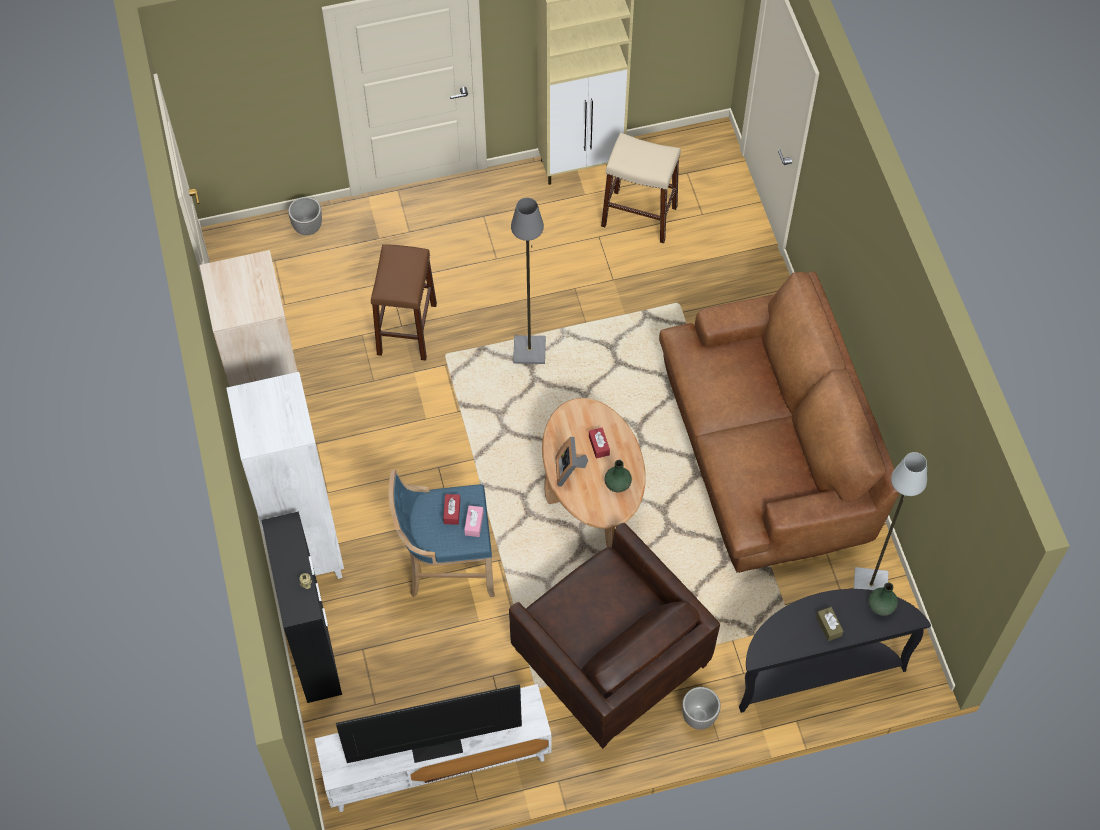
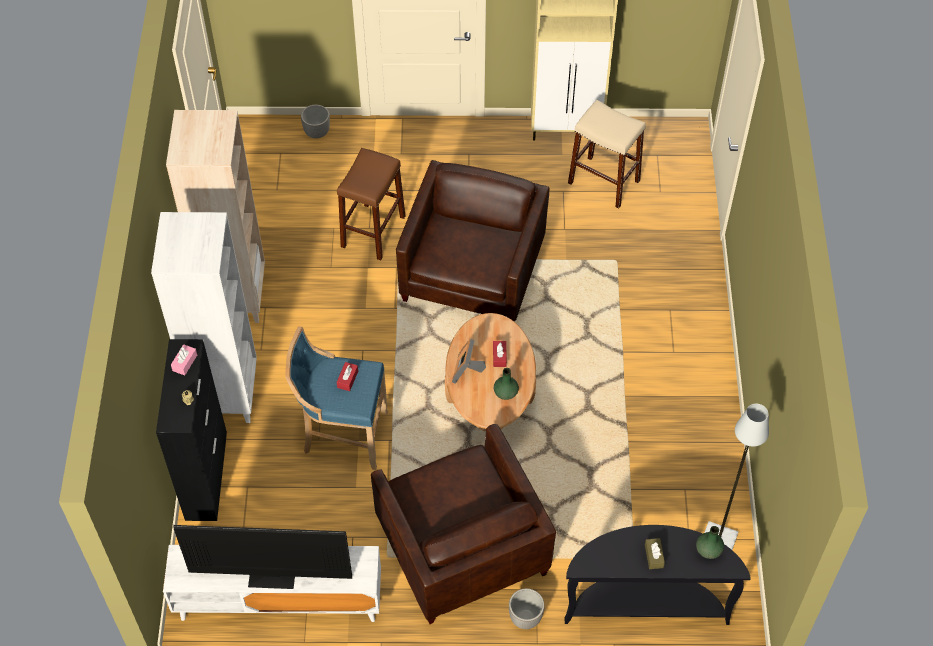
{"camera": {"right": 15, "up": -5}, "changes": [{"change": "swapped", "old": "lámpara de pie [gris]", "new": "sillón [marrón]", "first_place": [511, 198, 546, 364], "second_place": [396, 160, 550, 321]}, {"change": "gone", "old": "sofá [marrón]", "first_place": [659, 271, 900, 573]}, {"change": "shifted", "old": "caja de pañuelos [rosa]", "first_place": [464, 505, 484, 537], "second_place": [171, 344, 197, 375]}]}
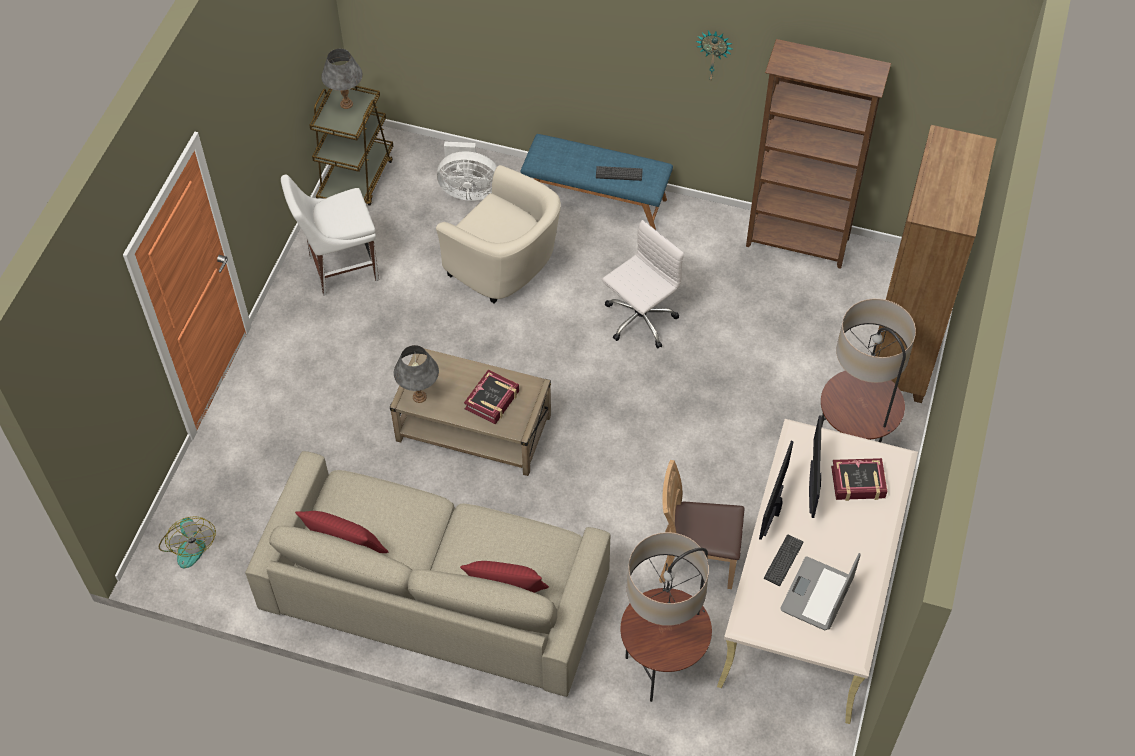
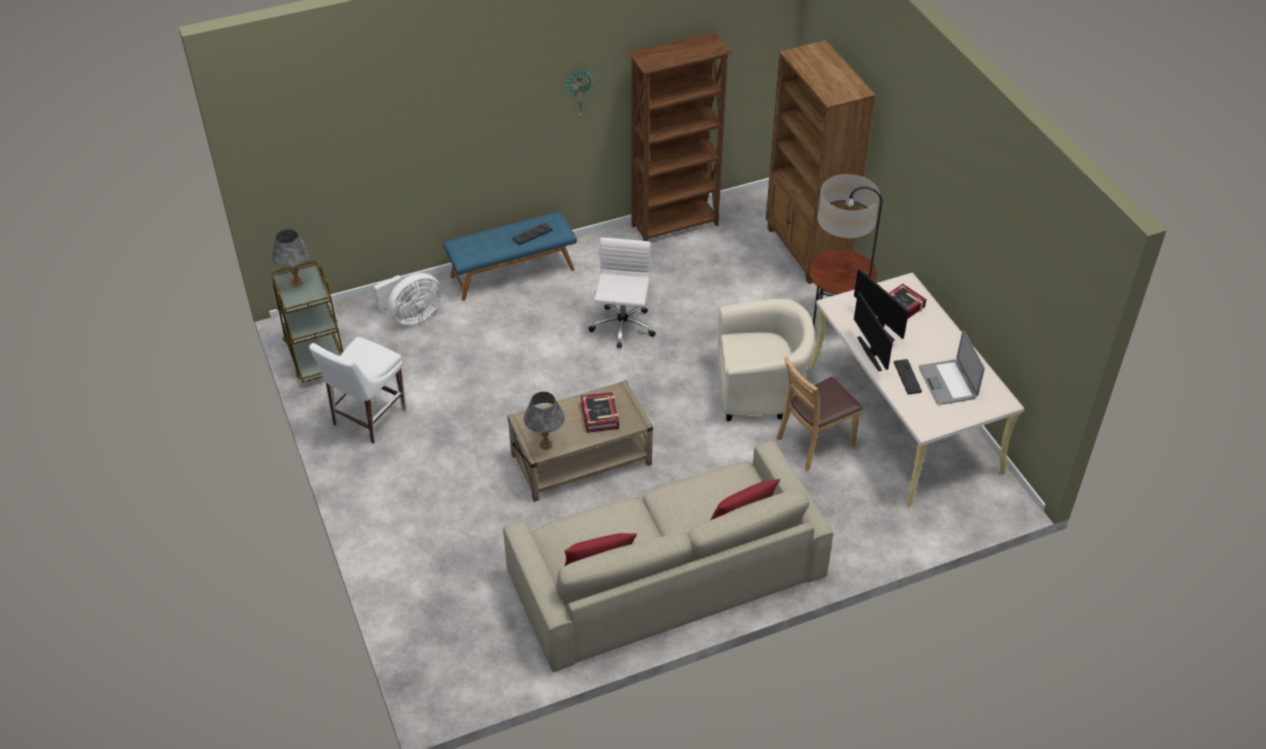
{"camera": {"right": -40, "up": -10}, "changes": [{"change": "shifted", "old": "sillón [beis]", "first_place": [436, 165, 561, 304], "second_place": [717, 299, 815, 421]}, {"change": "gone", "old": "ventilador", "first_place": [159, 516, 216, 569]}, {"change": "gone", "old": "lámpara de pie", "first_place": [620, 532, 712, 702]}]}
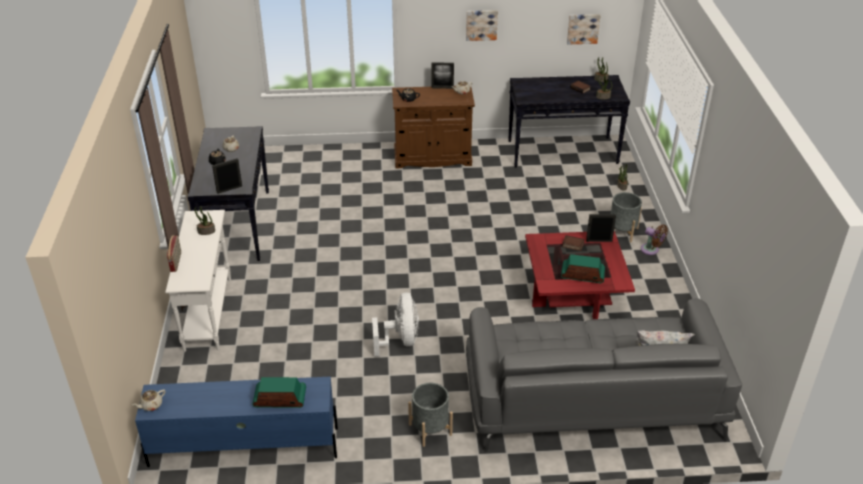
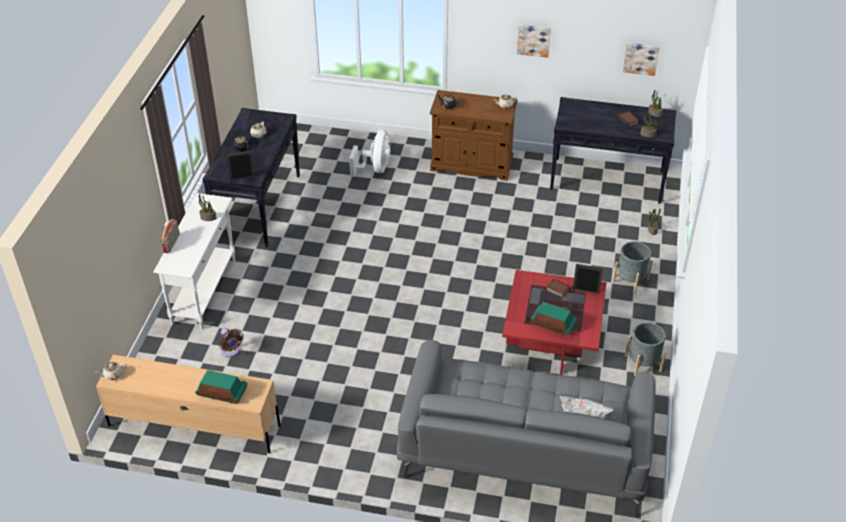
{"camera": {"right": 15, "up": 5}, "changes": [{"change": "gone", "old": "portarretratos", "first_place": [432, 62, 454, 89]}, {"change": "shifted", "old": "ventilador [marrón]", "first_place": [641, 225, 668, 255], "second_place": [219, 328, 244, 358]}, {"change": "shifted", "old": "ventilador [blanco]", "first_place": [372, 293, 419, 357], "second_place": [349, 130, 390, 177]}, {"change": "repainted", "old": "mueble de televisión [azul]", "new": "mueble de televisión [beis]", "first_place": [135, 377, 338, 467], "second_place": [96, 355, 280, 453]}, {"change": "shifted", "old": "maceta [gris]", "first_place": [408, 383, 453, 447], "second_place": [625, 322, 666, 376]}]}
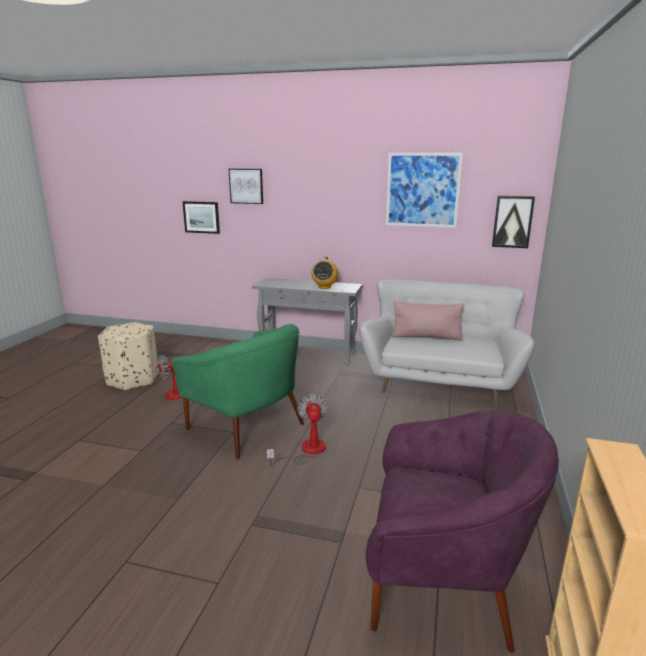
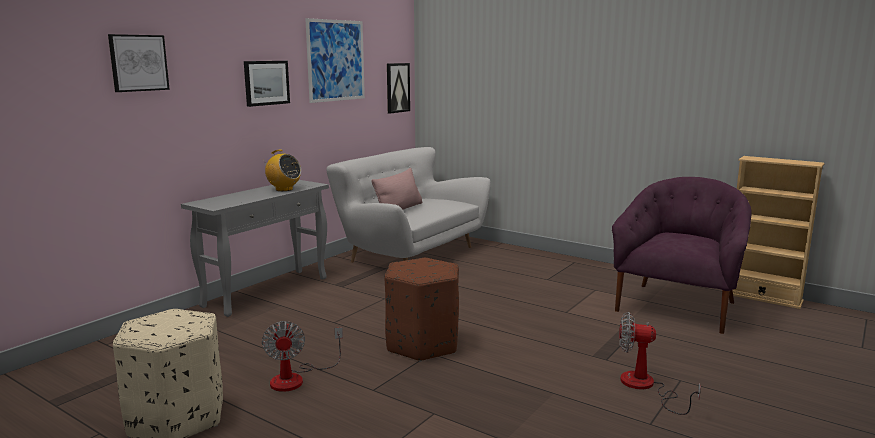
{"camera": {"right": -70, "up": -5}, "changes": [{"change": "shifted", "old": "cuadro", "first_place": [183, 201, 220, 234], "second_place": [244, 61, 290, 107]}, {"change": "swapped", "old": "sillón [verde]", "new": "puf [marrón]", "first_place": [171, 324, 304, 459], "second_place": [385, 258, 459, 362]}, {"change": "shifted", "old": "ventilador", "first_place": [267, 394, 328, 467], "second_place": [619, 312, 701, 415]}]}
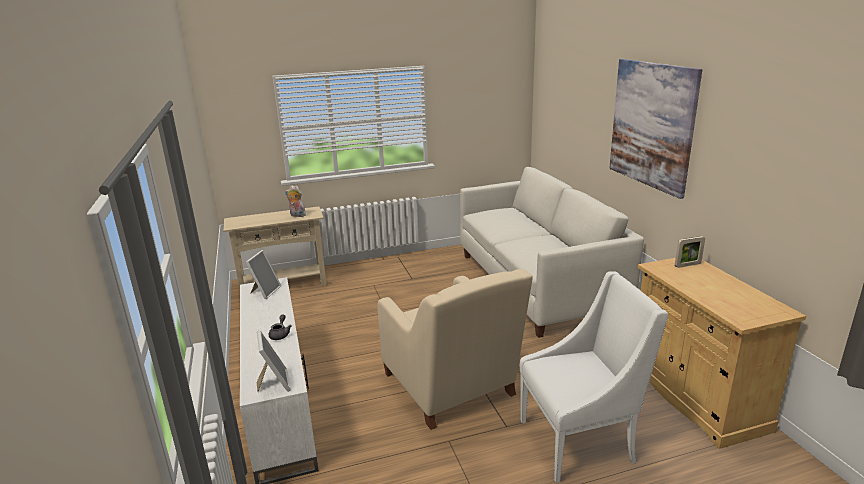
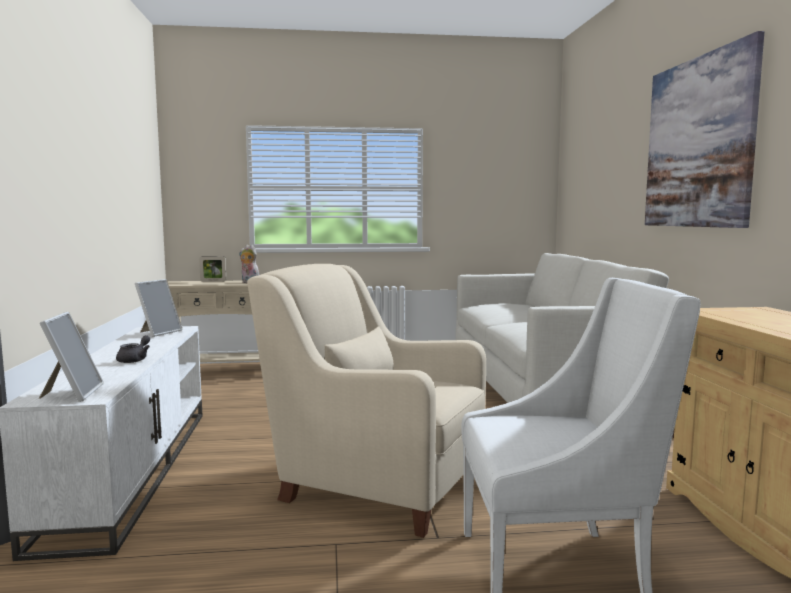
{"camera": {"right": 10, "up": -15}, "changes": [{"change": "shifted", "old": "portarretratos", "first_place": [675, 236, 705, 268], "second_place": [199, 256, 226, 282]}, {"change": "rotated", "old": "sillón [beis]", "first_place": [377, 269, 533, 430], "second_place": [247, 264, 486, 538], "degrees": 135}]}
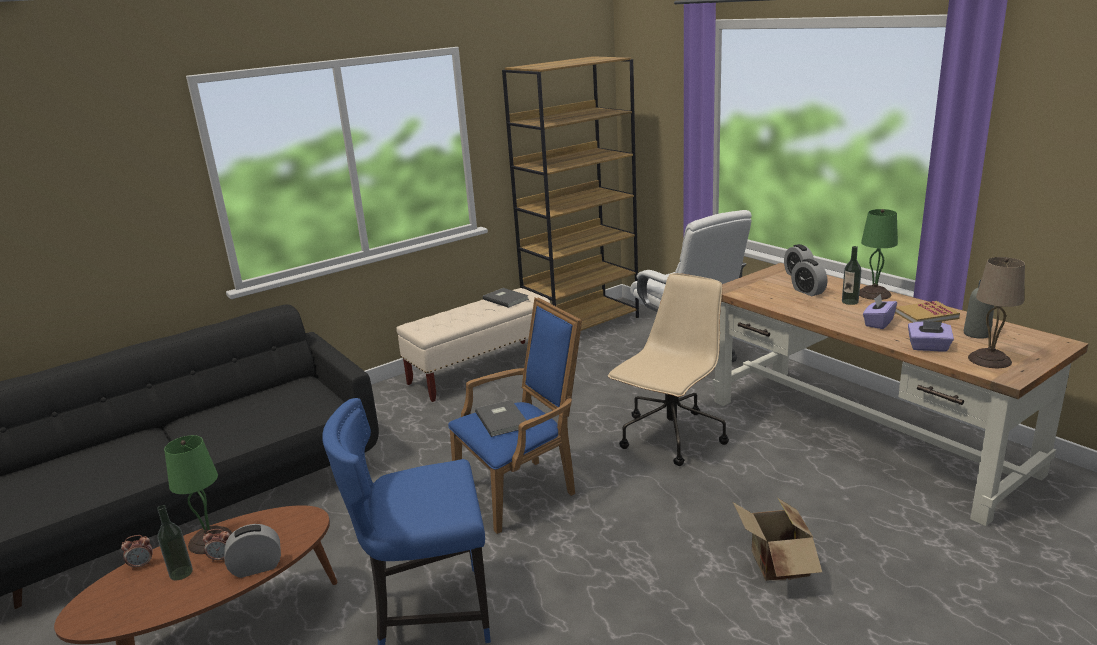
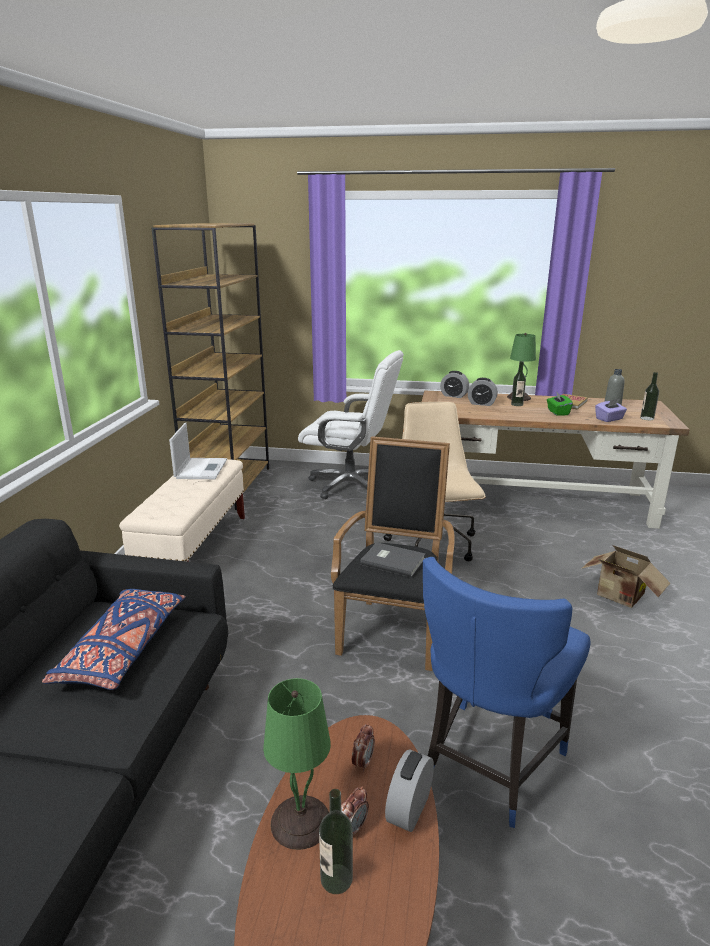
{"camera": {"right": -45, "up": 0}, "changes": [{"change": "swapped", "old": "lámpara de mesa [beis]", "new": "botella", "first_place": [968, 257, 1025, 368], "second_place": [640, 372, 659, 420]}, {"change": "swapped", "old": "libro [gris]", "new": "portátil", "first_place": [483, 288, 529, 308], "second_place": [169, 423, 227, 479]}, {"change": "repainted", "old": "caja de pañuelos [morado]", "new": "caja de pañuelos [verde]", "first_place": [863, 294, 897, 329], "second_place": [547, 392, 573, 416]}, {"change": "repainted", "old": "sillón [azul]", "new": "sillón [negro]", "first_place": [448, 297, 582, 534], "second_place": [331, 436, 455, 671]}, {"change": "shifted", "old": "despertador", "first_place": [121, 535, 153, 570], "second_place": [352, 723, 375, 772]}, {"change": "new", "new": "cojín [azul]", "second_place": [42, 589, 186, 690]}]}
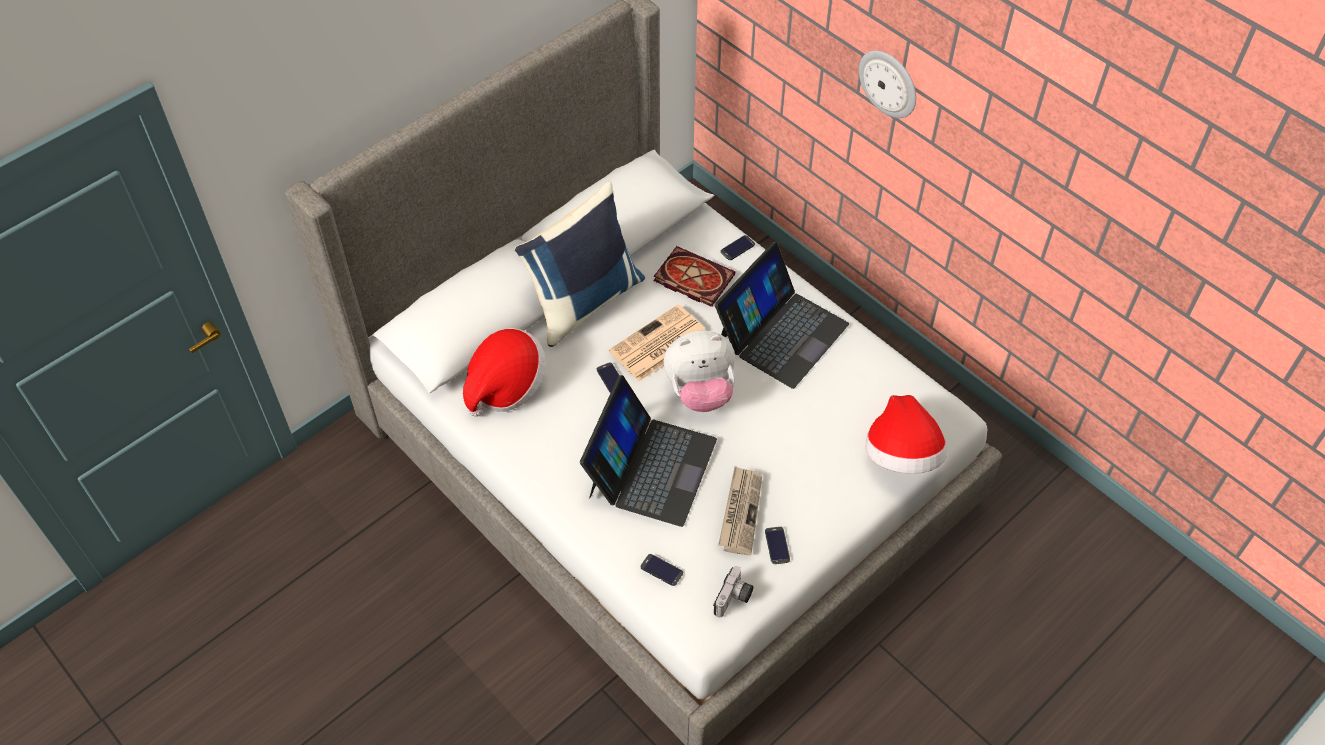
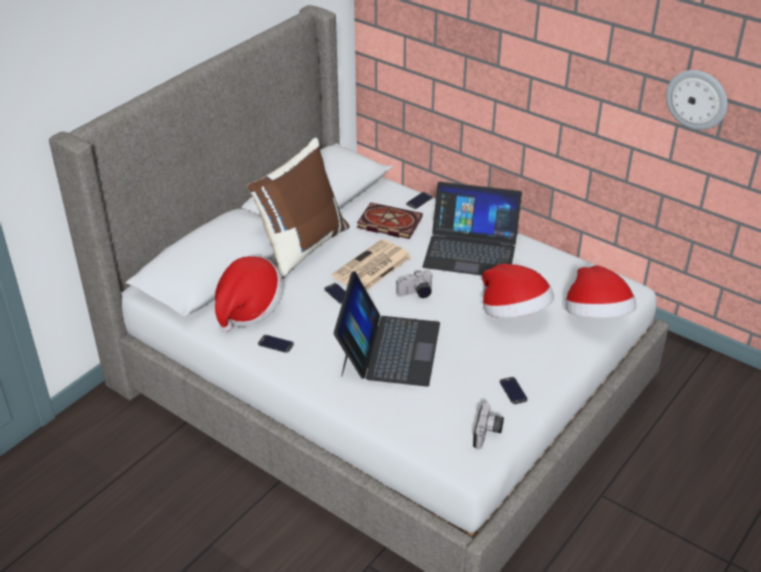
{"camera": {"right": -10, "up": -15}, "changes": [{"change": "shifted", "old": "reloj de pared", "first_place": [859, 51, 916, 118], "second_place": [666, 70, 728, 130]}, {"change": "repainted", "old": "cojín [azul]", "new": "cojín [marrón]", "first_place": [515, 181, 645, 347], "second_place": [247, 138, 350, 279]}, {"change": "rotated", "old": "portátil", "first_place": [715, 242, 849, 389], "second_place": [422, 182, 522, 276], "degrees": 75}, {"change": "swapped", "old": "peluche", "new": "cámara", "first_place": [664, 330, 735, 412], "second_place": [396, 271, 433, 298]}, {"change": "gone", "old": "periódico", "first_place": [718, 466, 762, 555]}, {"change": "shifted", "old": "móvil", "first_place": [641, 554, 683, 586], "second_place": [258, 335, 294, 353]}, {"change": "new", "new": "sombrero", "second_place": [482, 264, 554, 318]}]}
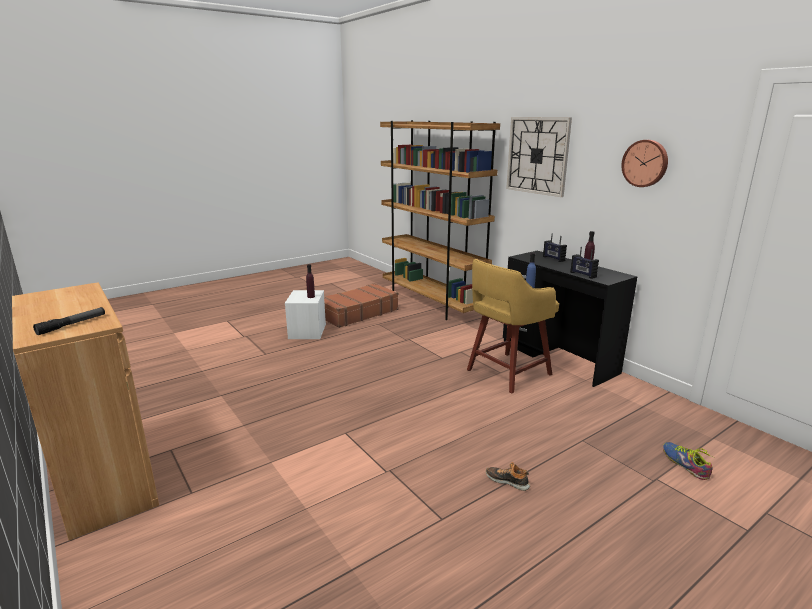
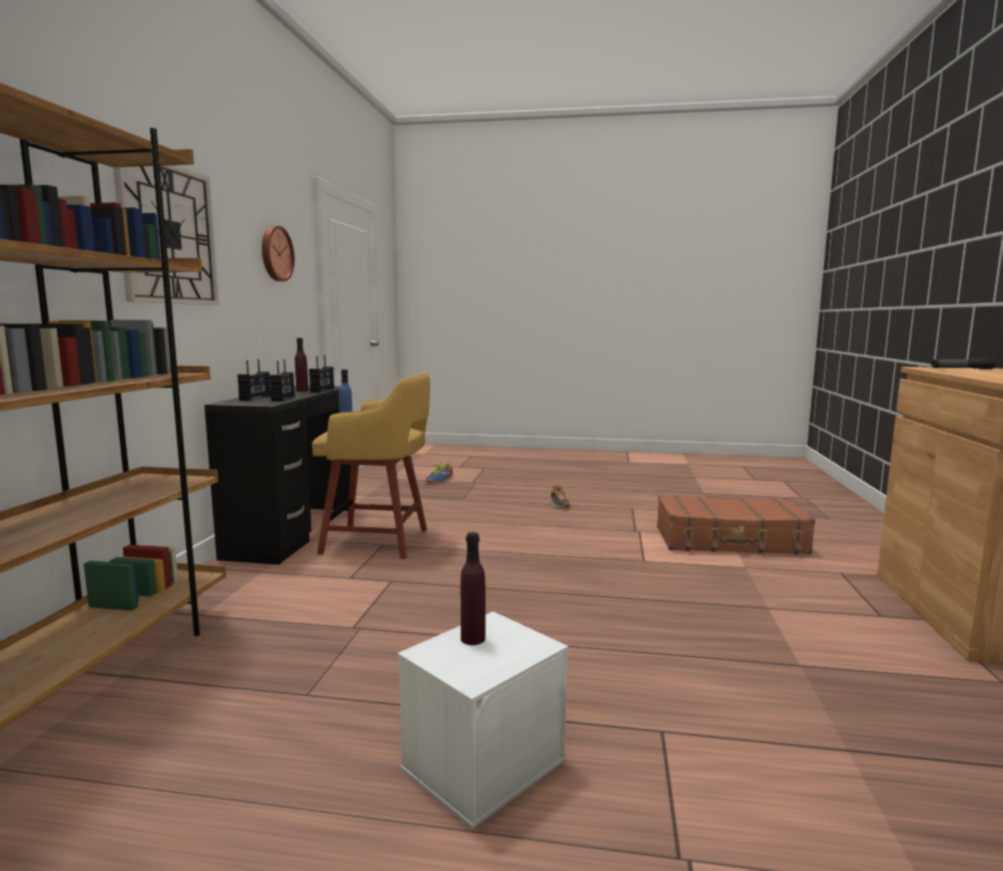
{"camera": {"right": -135, "up": -10}, "changes": [{"change": "shifted", "old": "maleta [marrón]", "first_place": [324, 283, 399, 328], "second_place": [657, 495, 815, 554]}, {"change": "new", "new": "radio", "second_place": [270, 359, 295, 401]}]}
